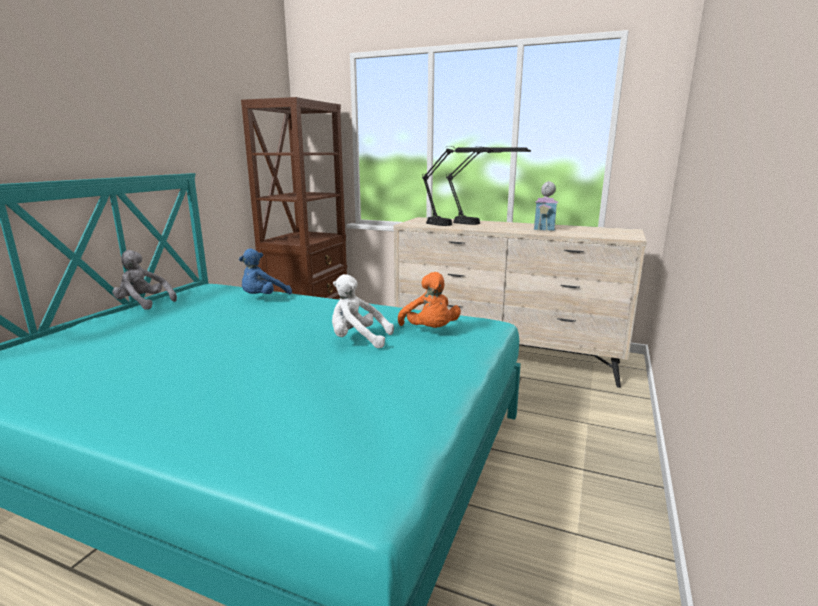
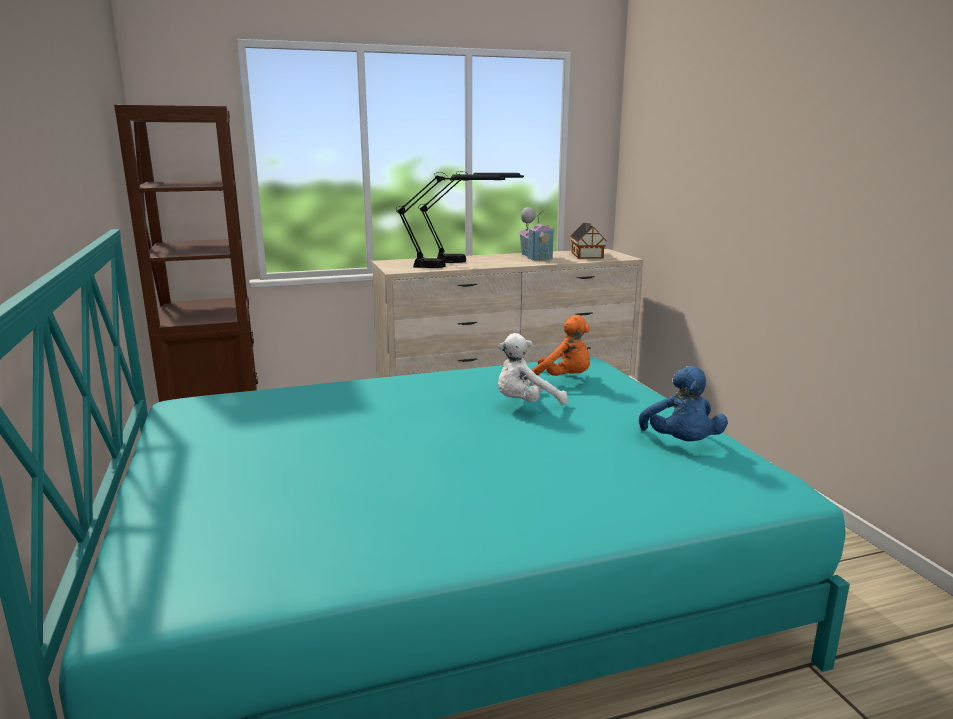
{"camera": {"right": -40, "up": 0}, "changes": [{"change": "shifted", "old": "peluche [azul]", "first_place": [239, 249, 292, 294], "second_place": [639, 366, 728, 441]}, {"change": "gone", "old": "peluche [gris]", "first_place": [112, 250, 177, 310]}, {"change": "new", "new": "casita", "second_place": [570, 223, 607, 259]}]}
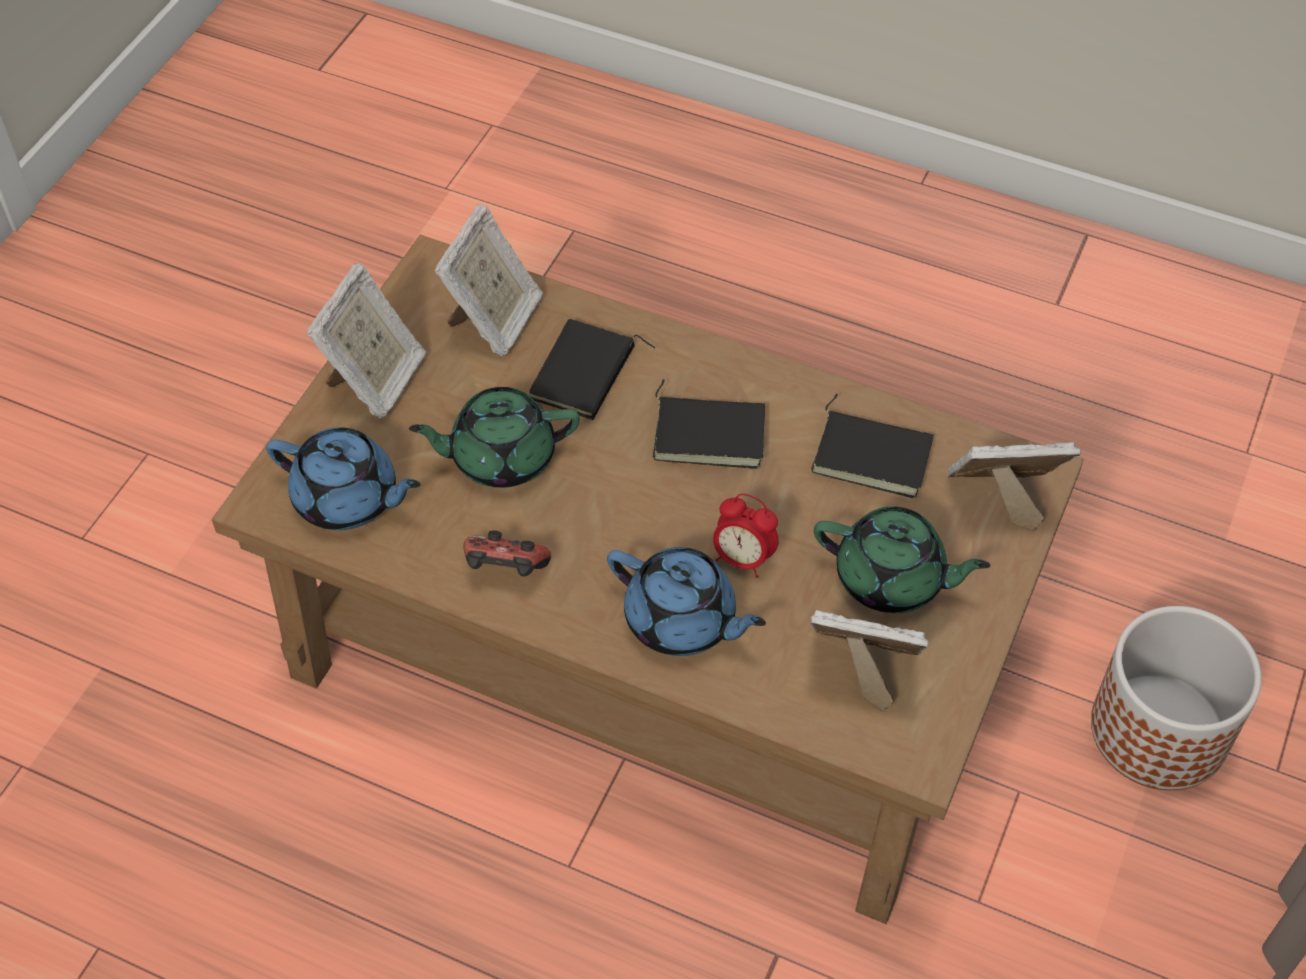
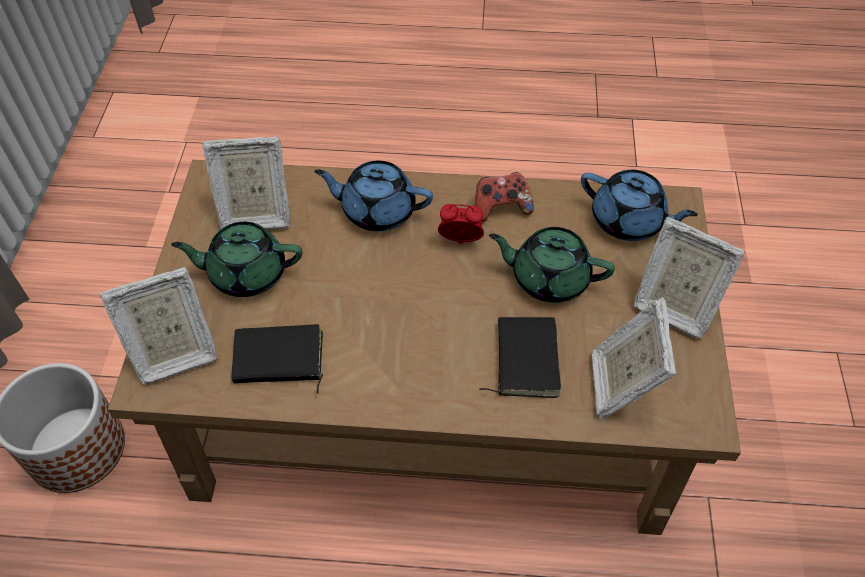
{"camera": {"right": 160, "up": 0}, "changes": [{"change": "rotated", "old": "portarretratos", "first_place": [307, 263, 426, 419], "second_place": [634, 217, 745, 339], "degrees": -60}, {"change": "gone", "old": "libro [negro]", "first_place": [653, 379, 765, 469]}, {"change": "rotated", "old": "tetera [verde]", "first_place": [409, 387, 580, 488], "second_place": [489, 227, 615, 303], "degrees": -135}, {"change": "rotated", "old": "tetera [azul]", "first_place": [266, 427, 421, 530], "second_place": [581, 169, 698, 241], "degrees": -150}, {"change": "shifted", "old": "despertador", "first_place": [713, 494, 779, 578], "second_place": [438, 204, 484, 244]}]}
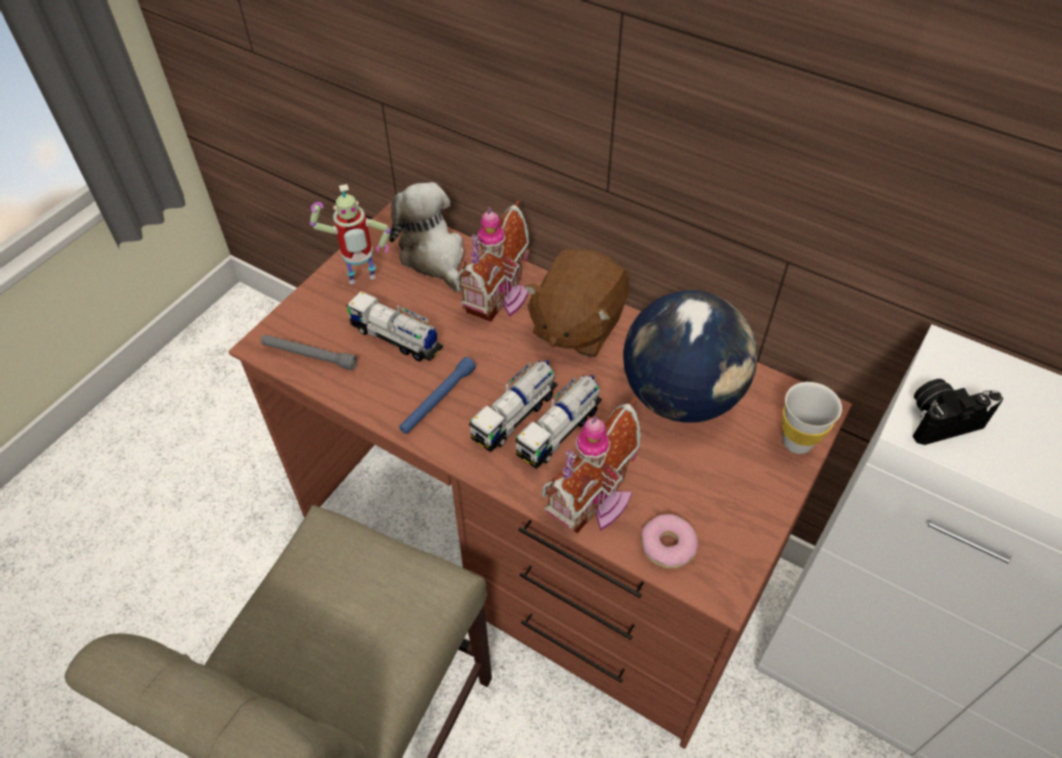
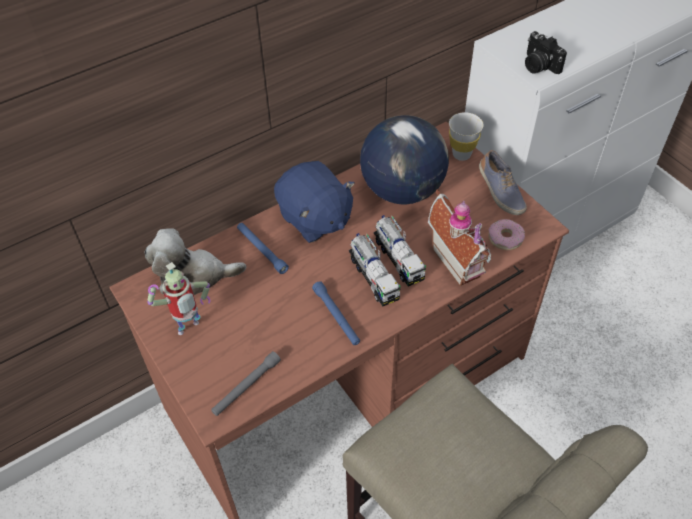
{"camera": {"right": -65, "up": 0}, "changes": [{"change": "rotated", "old": "robot de juguete", "first_place": [310, 184, 391, 284], "second_place": [147, 262, 210, 335], "degrees": 45}, {"change": "swapped", "old": "casita", "new": "linterna [azul]", "first_place": [456, 200, 530, 322], "second_place": [237, 223, 289, 274]}, {"change": "repainted", "old": "peluche [marrón]", "new": "peluche [azul]", "first_place": [524, 249, 629, 357], "second_place": [274, 161, 355, 243]}, {"change": "gone", "old": "camión de juguete", "first_place": [347, 291, 443, 361]}, {"change": "rotated", "old": "cámara", "first_place": [912, 379, 1004, 445], "second_place": [525, 31, 567, 74], "degrees": -45}, {"change": "new", "new": "zapato", "second_place": [479, 150, 527, 215]}]}
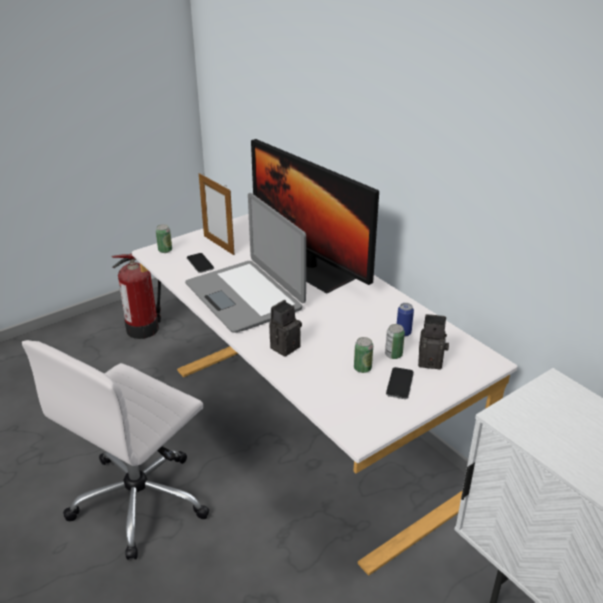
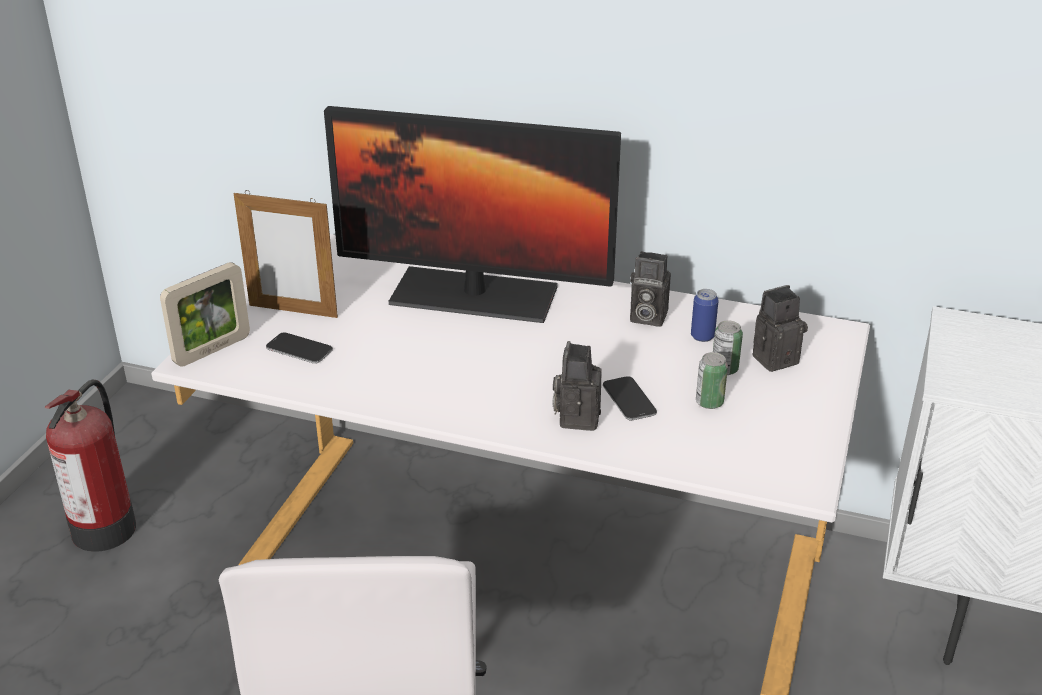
{"camera": {"right": -35, "up": 0}, "changes": [{"change": "gone", "old": "portátil", "first_place": [185, 193, 306, 333]}, {"change": "swapped", "old": "lata", "new": "portarretratos", "first_place": [156, 224, 172, 253], "second_place": [160, 262, 250, 367]}, {"change": "shifted", "old": "móvil", "first_place": [386, 367, 414, 399], "second_place": [603, 376, 657, 420]}, {"change": "new", "new": "cámara", "second_place": [630, 251, 671, 327]}]}
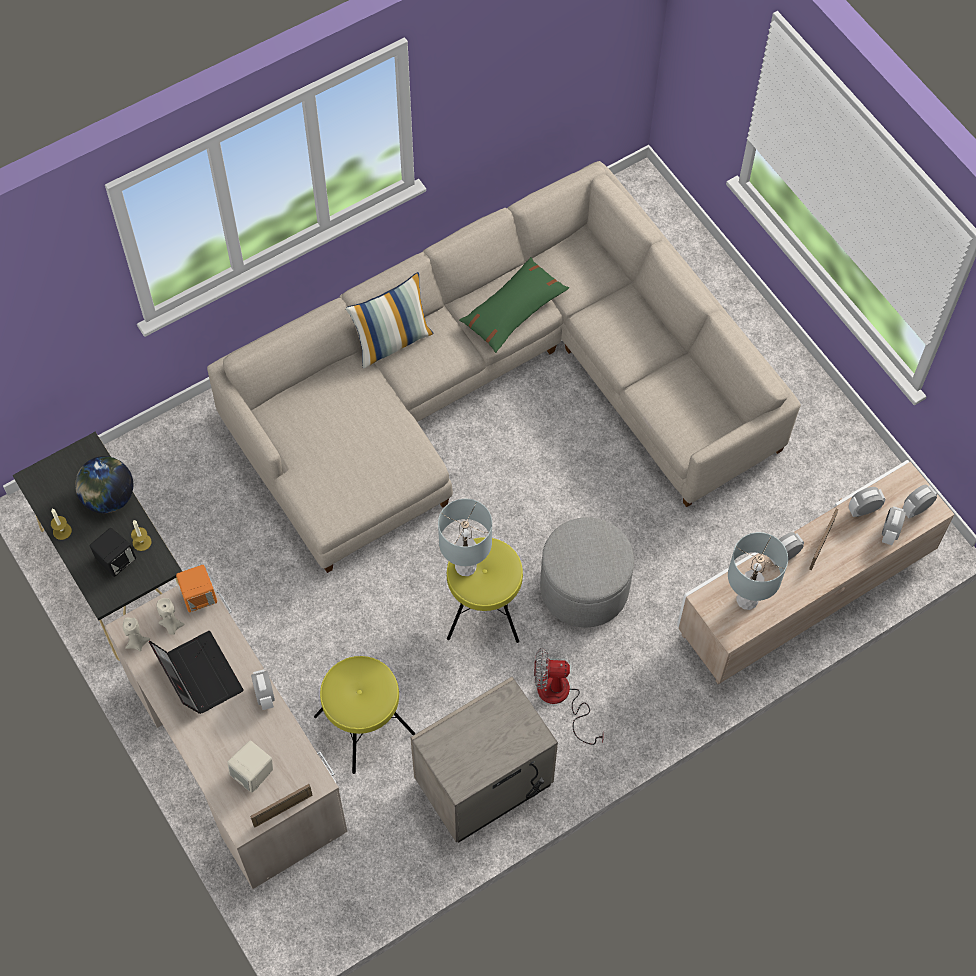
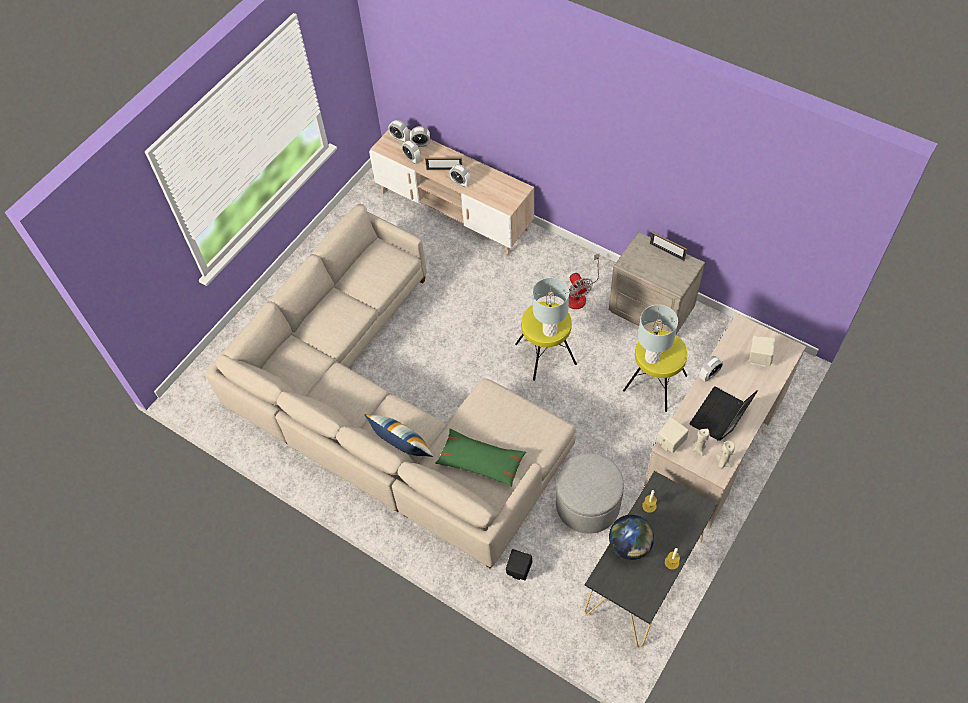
{"camera": {"right": -110, "up": -5}, "changes": [{"change": "shifted", "old": "cojín [verde]", "first_place": [459, 257, 569, 353], "second_place": [435, 429, 526, 487]}, {"change": "shifted", "old": "puf [gris]", "first_place": [540, 517, 634, 628], "second_place": [556, 453, 624, 534]}, {"change": "shifted", "old": "altavoz [negro]", "first_place": [89, 528, 136, 577], "second_place": [506, 549, 532, 580]}, {"change": "shifted", "old": "lámpara de mesa [gris]", "first_place": [728, 532, 788, 610], "second_place": [638, 305, 678, 364]}, {"change": "repainted", "old": "altavoz [naranja]", "new": "altavoz [beis]", "first_place": [176, 565, 217, 612], "second_place": [657, 417, 689, 453]}, {"change": "shifted", "old": "portarretratos", "first_place": [250, 784, 313, 828], "second_place": [650, 232, 687, 261]}]}
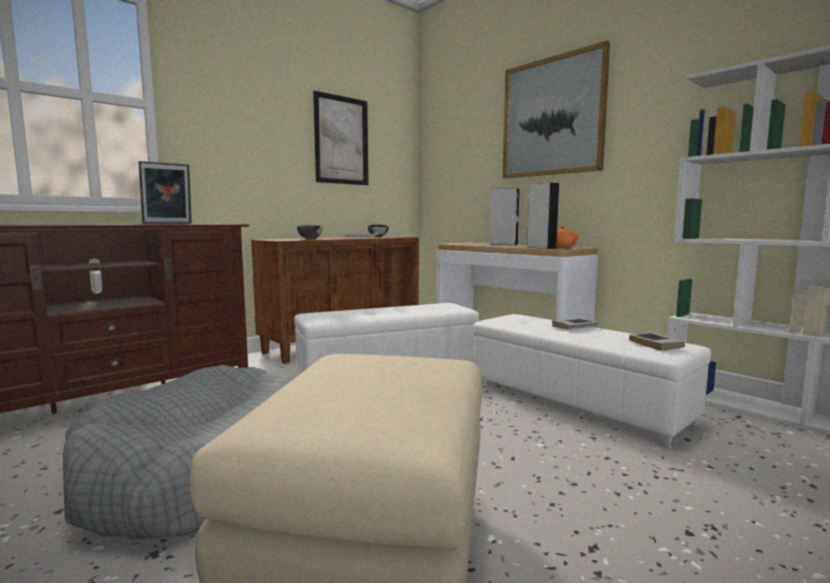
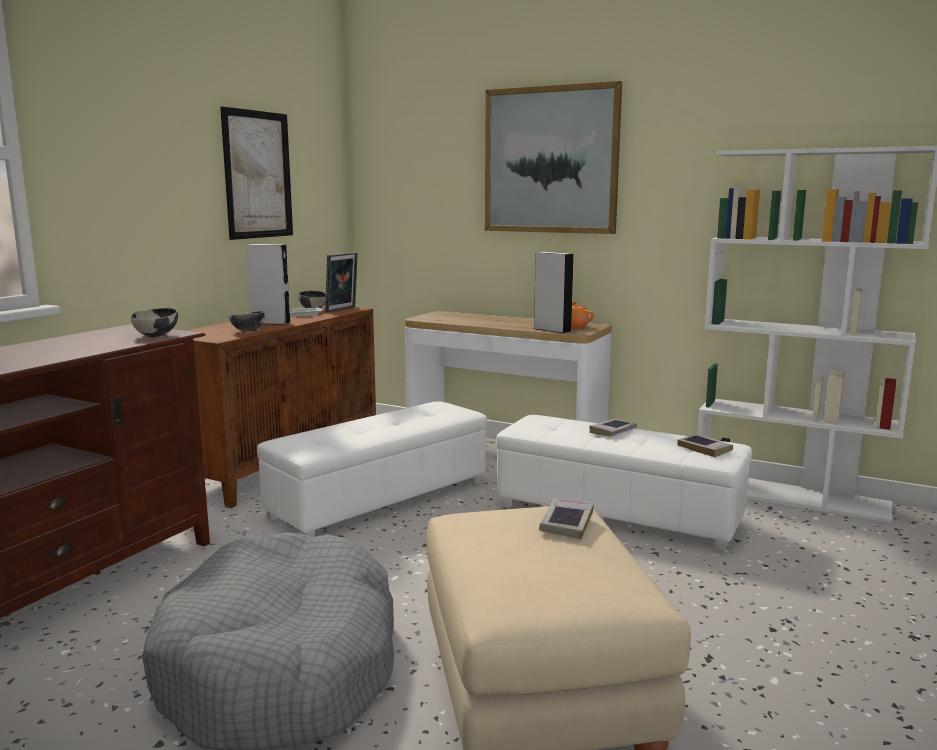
{"camera": {"right": -20, "up": 5}, "changes": [{"change": "shifted", "old": "portarretratos", "first_place": [138, 161, 192, 224], "second_place": [325, 252, 358, 312]}, {"change": "shifted", "old": "altavoz [gris]", "first_place": [490, 188, 520, 245], "second_place": [245, 244, 291, 325]}, {"change": "new", "new": "cuenco", "second_place": [131, 308, 178, 337]}, {"change": "new", "new": "libro", "second_place": [539, 498, 594, 539]}]}
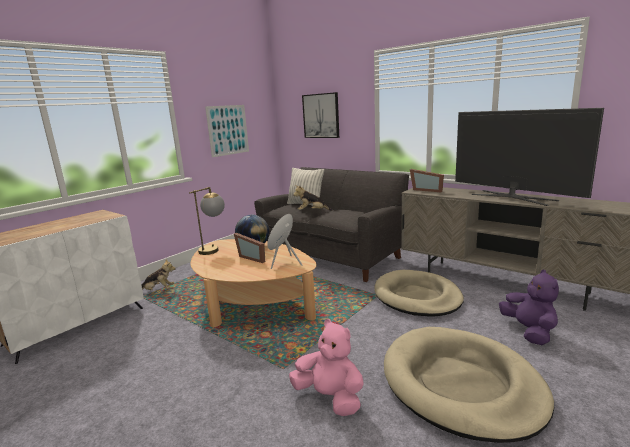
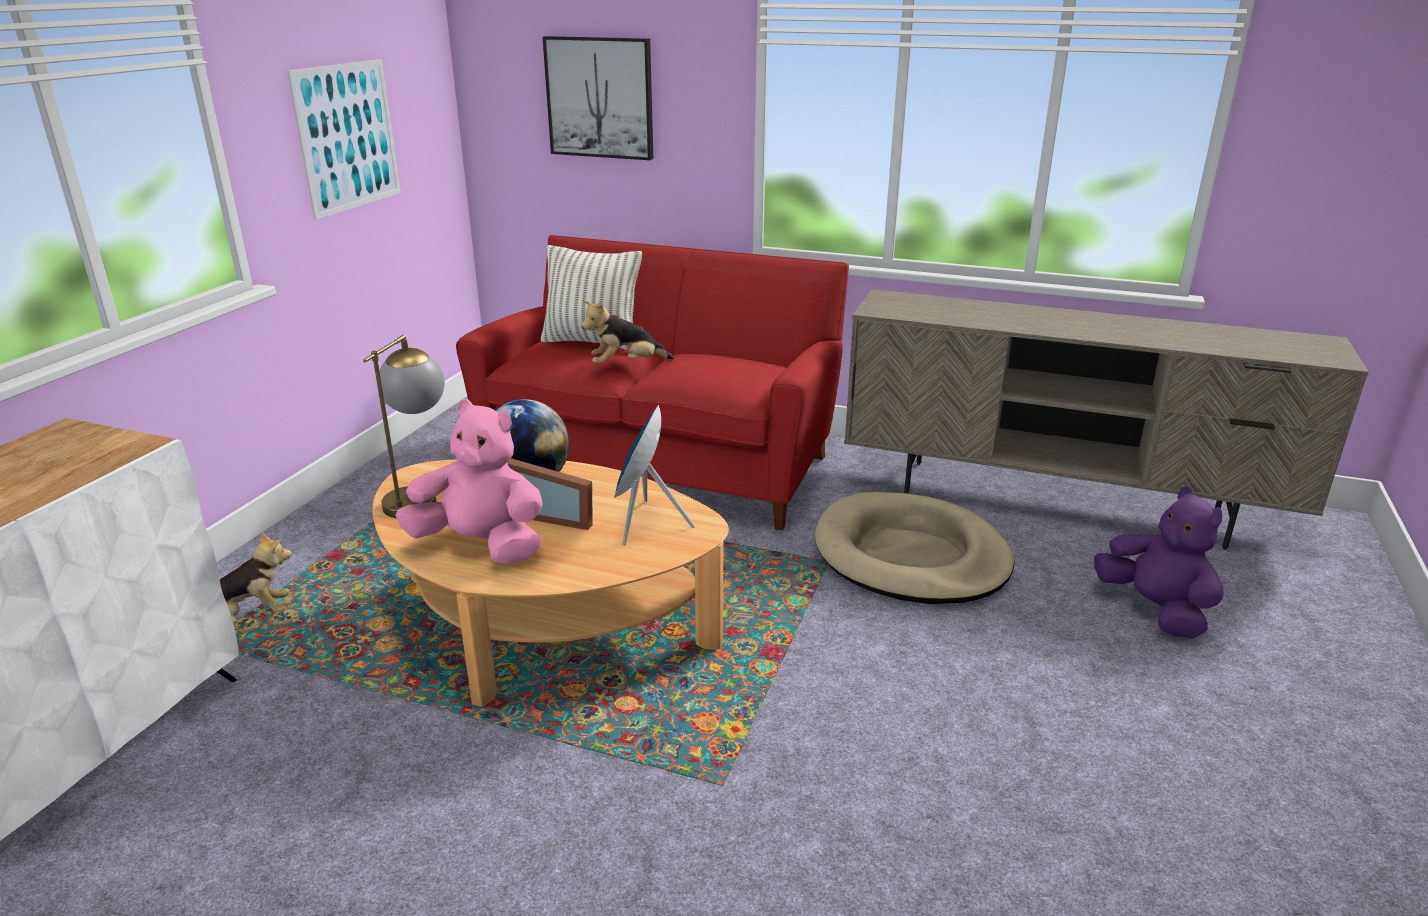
{"camera": {"right": -20, "up": 10}, "changes": [{"change": "gone", "old": "televisor", "first_place": [455, 108, 604, 206]}, {"change": "repainted", "old": "sofá [gris]", "new": "sofá [rojo]", "first_place": [254, 167, 409, 282], "second_place": [456, 235, 849, 530]}, {"change": "gone", "old": "portarretratos", "first_place": [410, 169, 444, 192]}, {"change": "shifted", "old": "peluche [rosa]", "first_place": [289, 319, 364, 416], "second_place": [395, 399, 543, 564]}, {"change": "gone", "old": "cama para perro [beis]", "first_place": [384, 327, 554, 443]}]}
